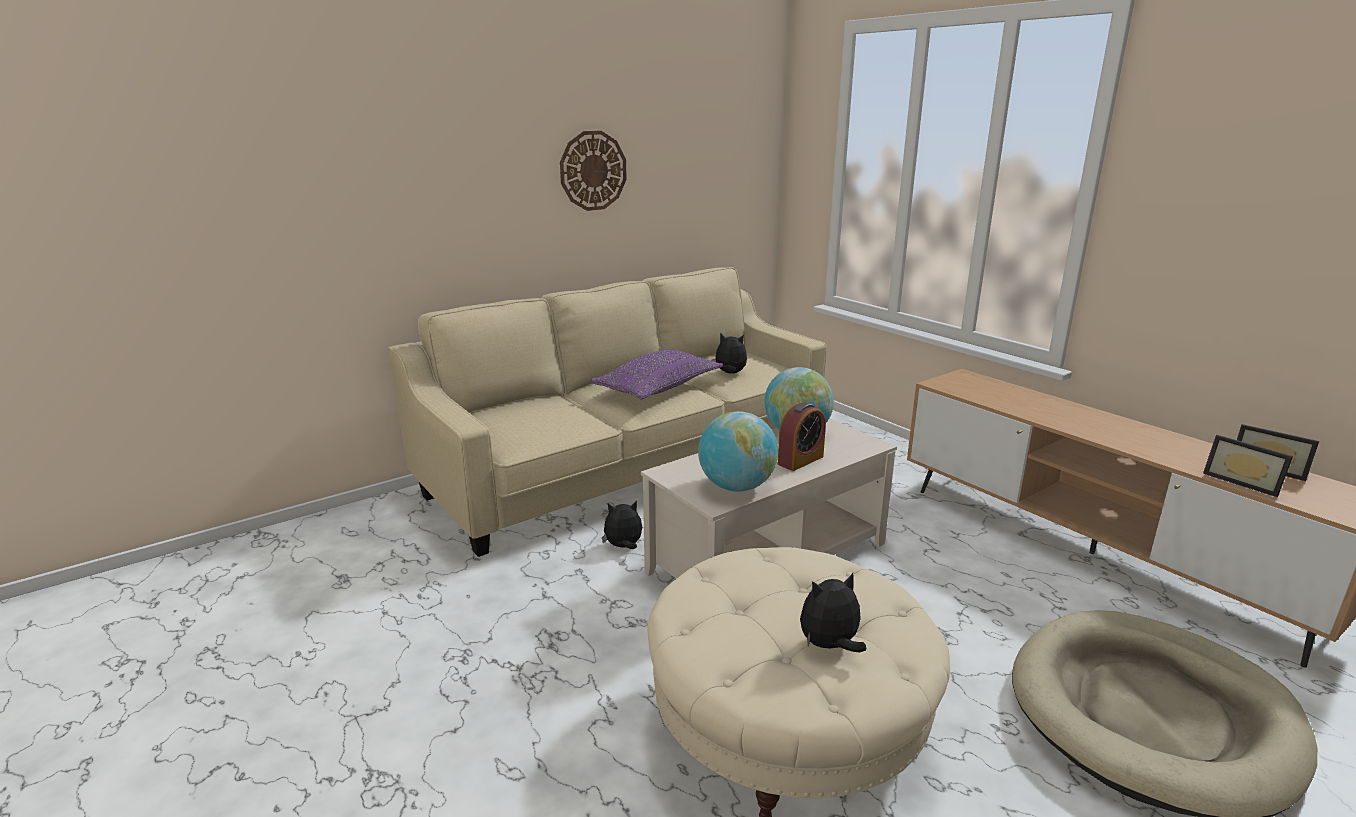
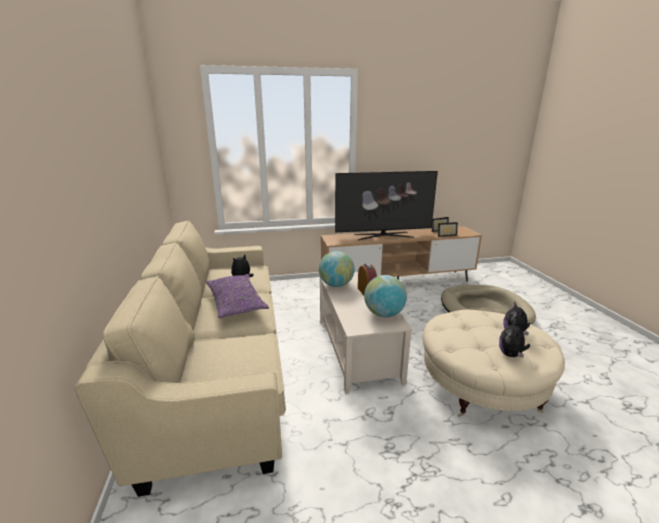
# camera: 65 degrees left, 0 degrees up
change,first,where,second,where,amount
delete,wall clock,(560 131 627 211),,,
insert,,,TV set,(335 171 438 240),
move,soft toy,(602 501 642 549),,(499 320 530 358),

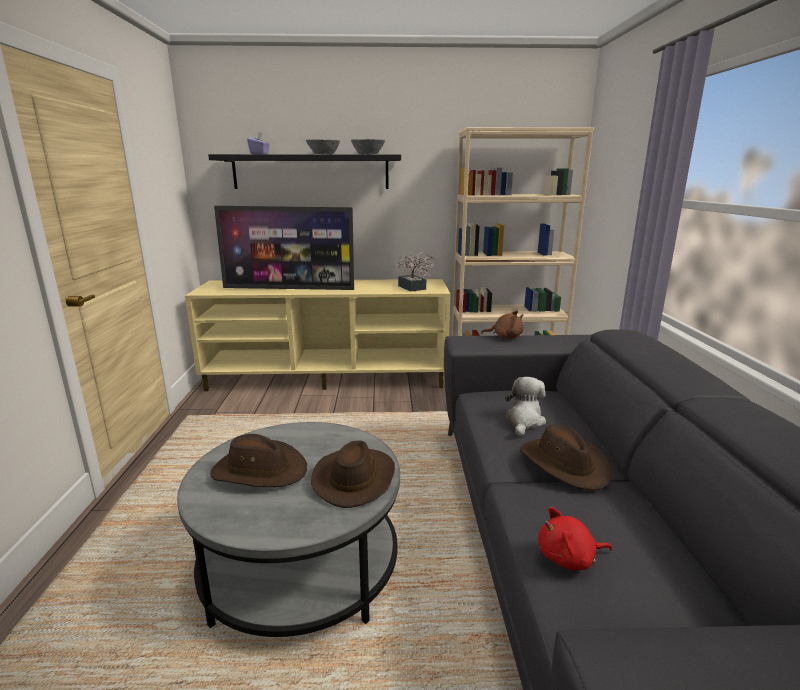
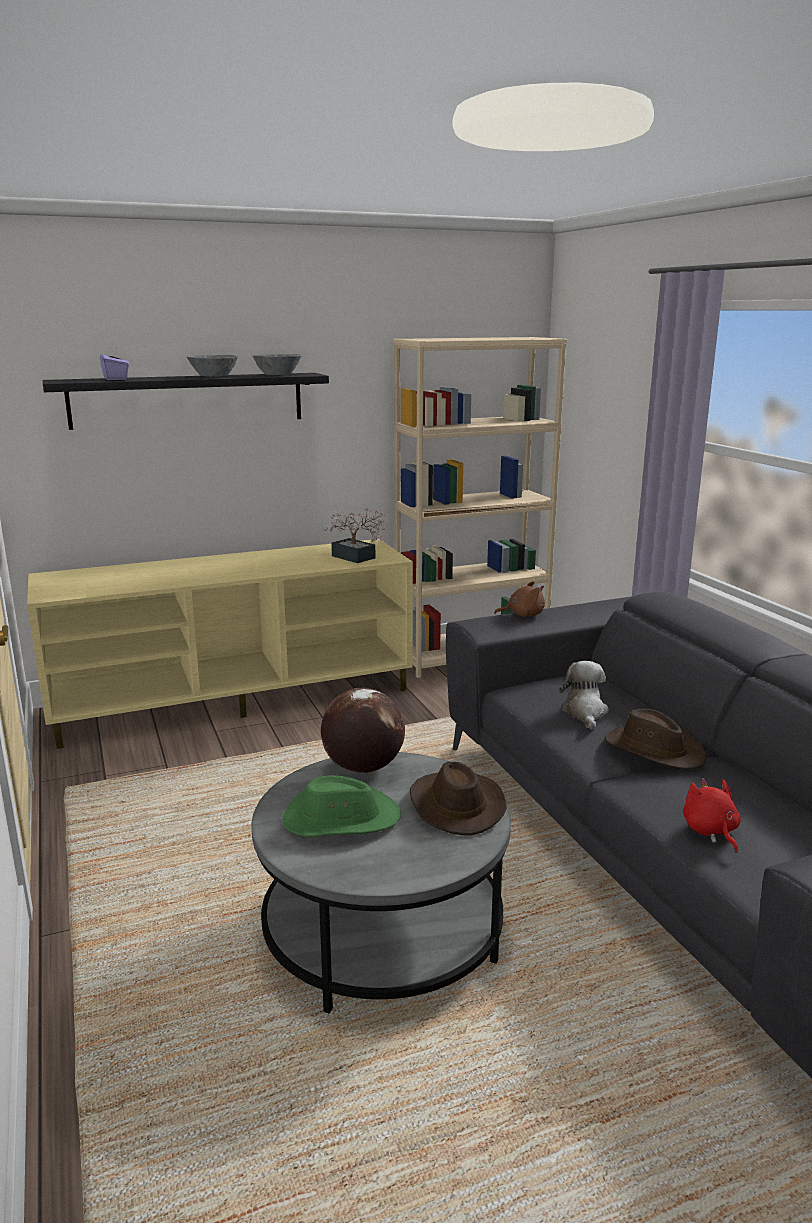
# camera: 20 degrees left, 0 degrees up
change,first,where,second,where,amount
delete,TV set,(214 206 354 290),,,
insert,,,globe,(321 688 405 773),
recolor,wearable hat (brownish),(210 434 307 487),wearable hat (green-coloured),(283 775 401 837),
rotate,soft toy (red-coloured),(538 507 613 570),,(683 778 741 853),105 degrees clockwise

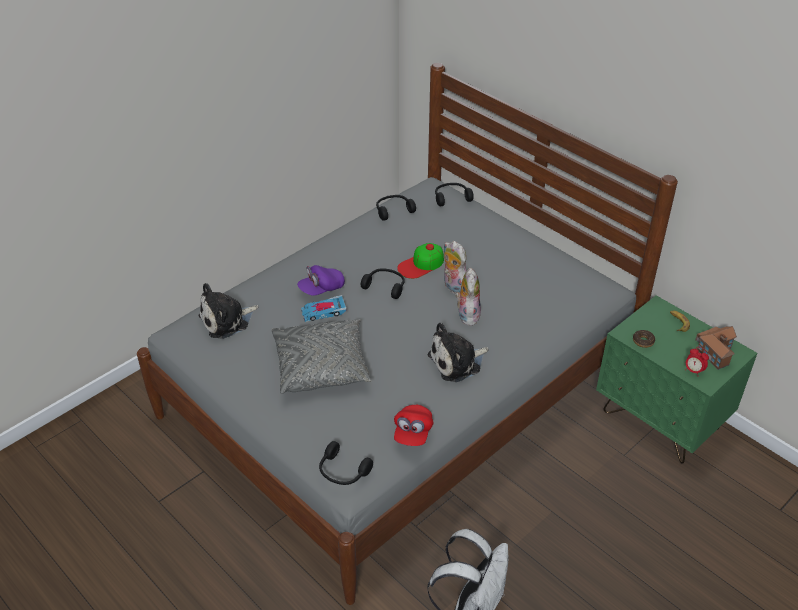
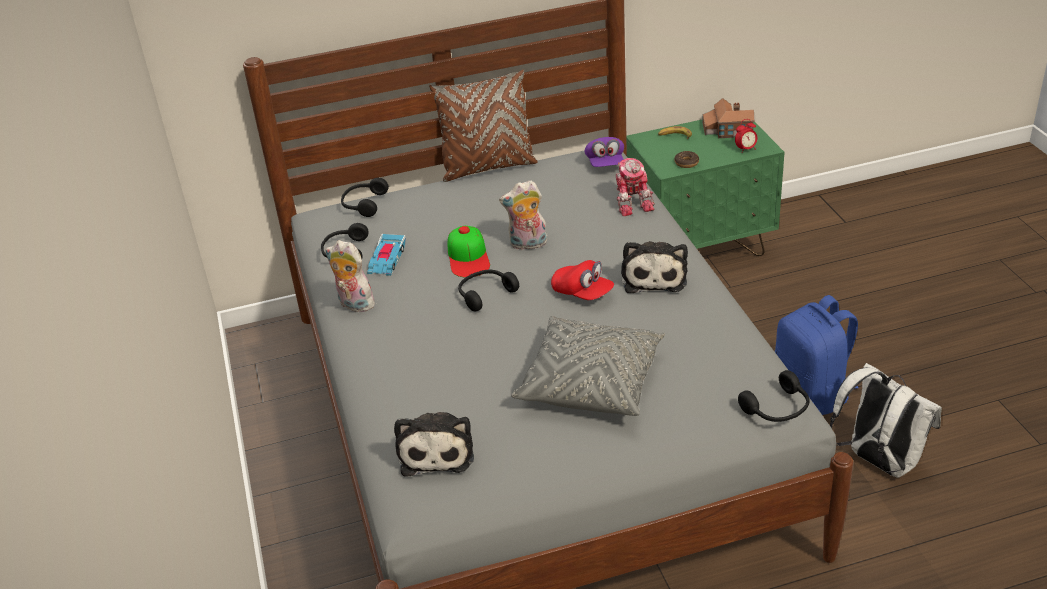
# camera: 60 degrees left, 5 degrees down
change,first,where,second,where,amount
insert,,,throw pillow (brownish),(429 70 538 182),
insert,,,robot figure,(616 158 655 217),
insert,,,knapsack (bluish),(775 295 859 415),
move,peaked cap (purplish),(297 265 345 296),,(584 137 624 167),
move,model car,(301 295 346 322),,(367 234 406 276),
move,peaked cap (red-coloured),(394 405 433 446),,(551 260 614 300),
move,soft toy,(455 268 481 326),,(325 240 375 312),

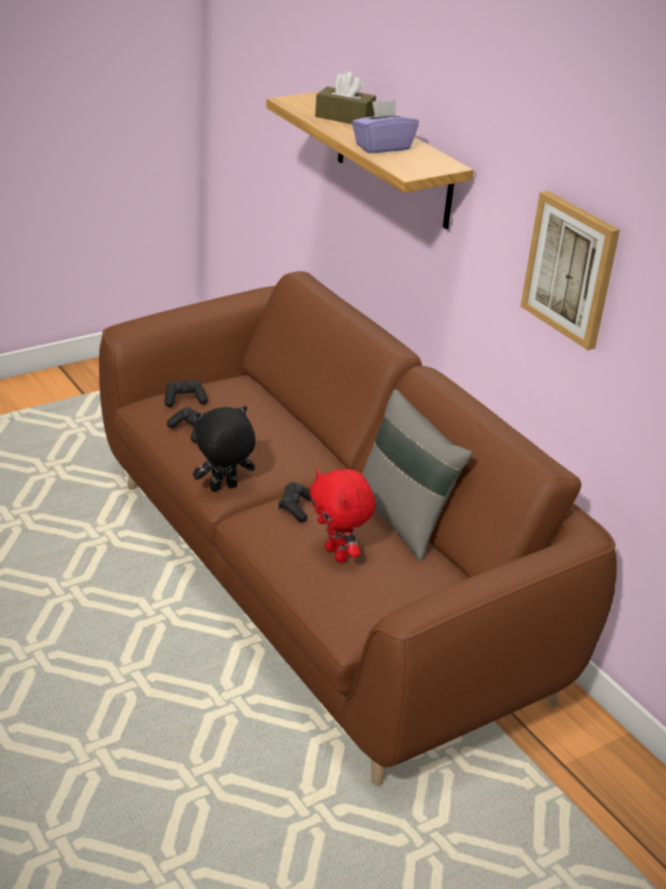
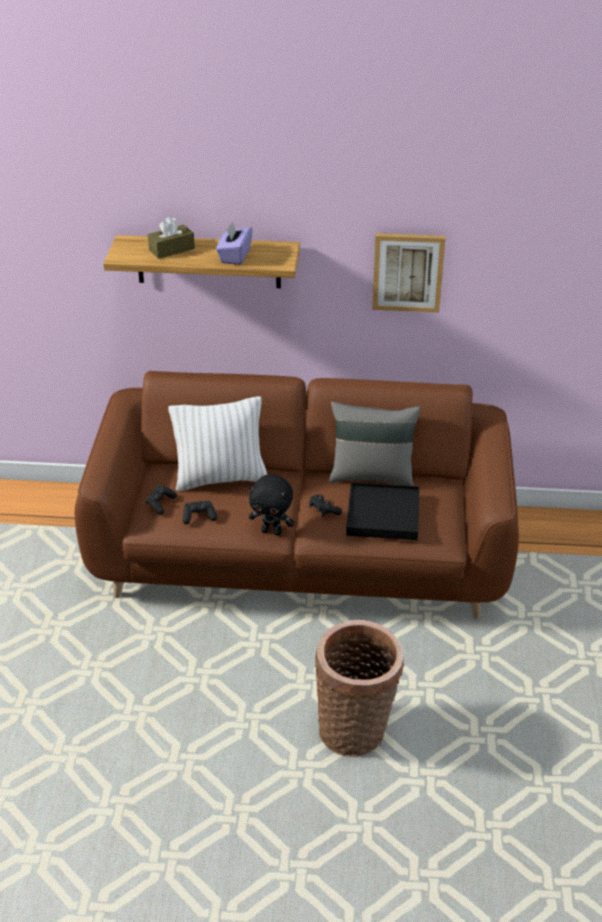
# camera: 50 degrees left, 5 degrees up
change,first,where,second,where,amount
insert,,,throw pillow (whitish),(168 396 267 491),
insert,,,household basket,(315 620 404 757),
replace,soft toy (red-coloured),(310 469 376 563),serving tray (black),(346 482 420 540),
rotate,soft toy (black),(193 406 255 491),,(249 474 294 536),90 degrees counterclockwise

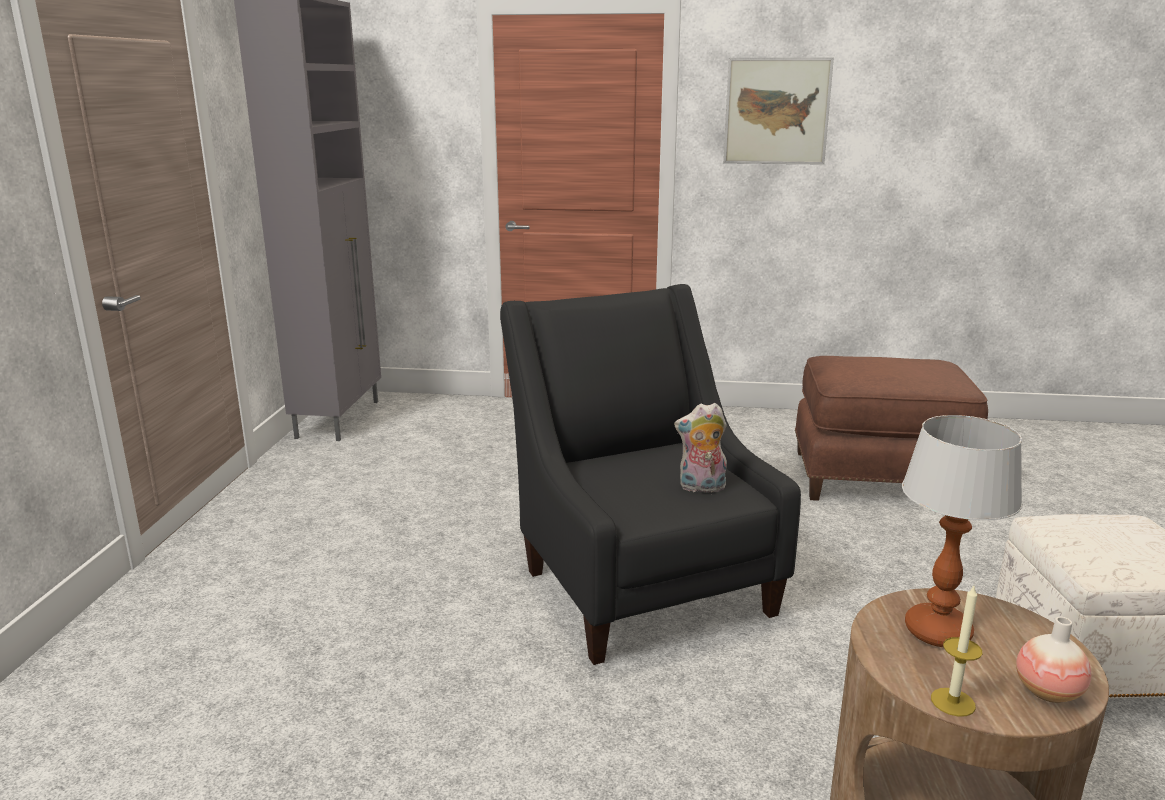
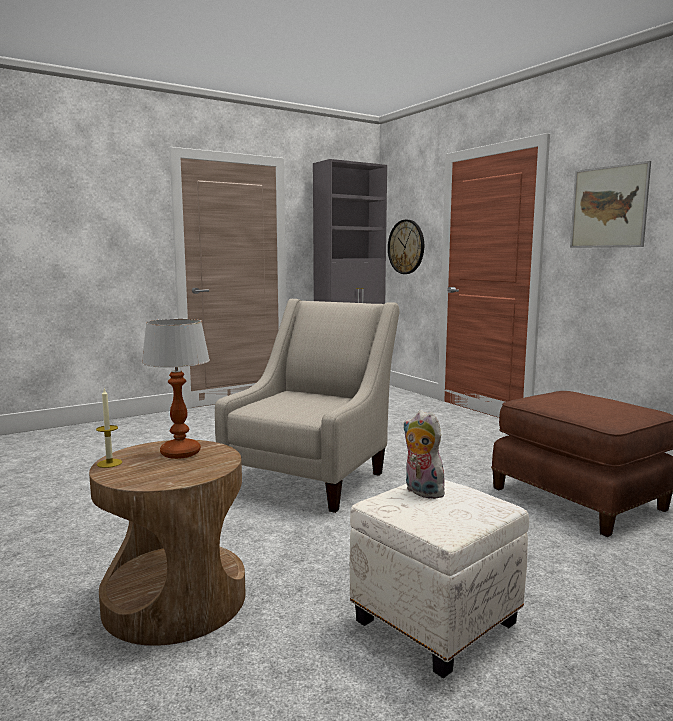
# camera: 50 degrees right, 10 degrees down
change,first,where,second,where,amount
delete,decorative vase,(1016 617 1091 703),,,
insert,,,wall clock,(388 220 424 274),
move,soft toy,(674 403 727 492),,(403 410 448 499),
recolor,lounge chair (black),(500 284 801 665),lounge chair (beige-coloured),(215 299 400 513),

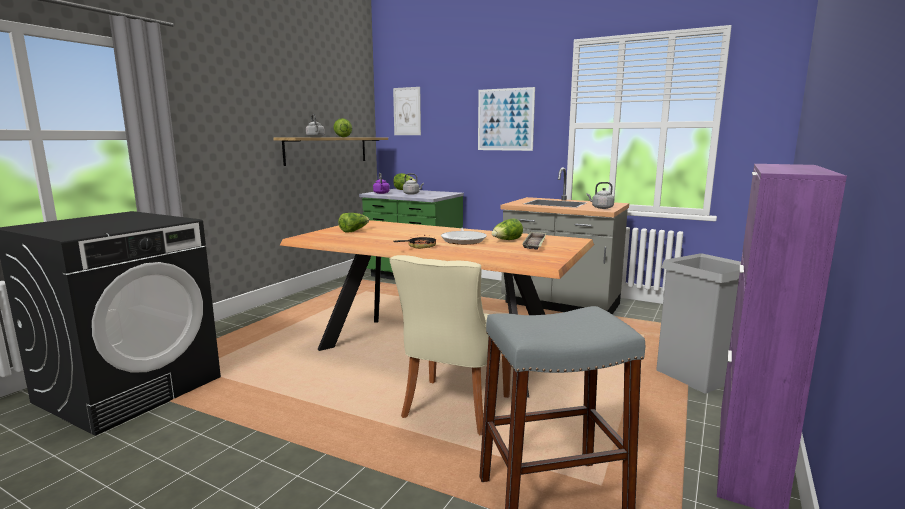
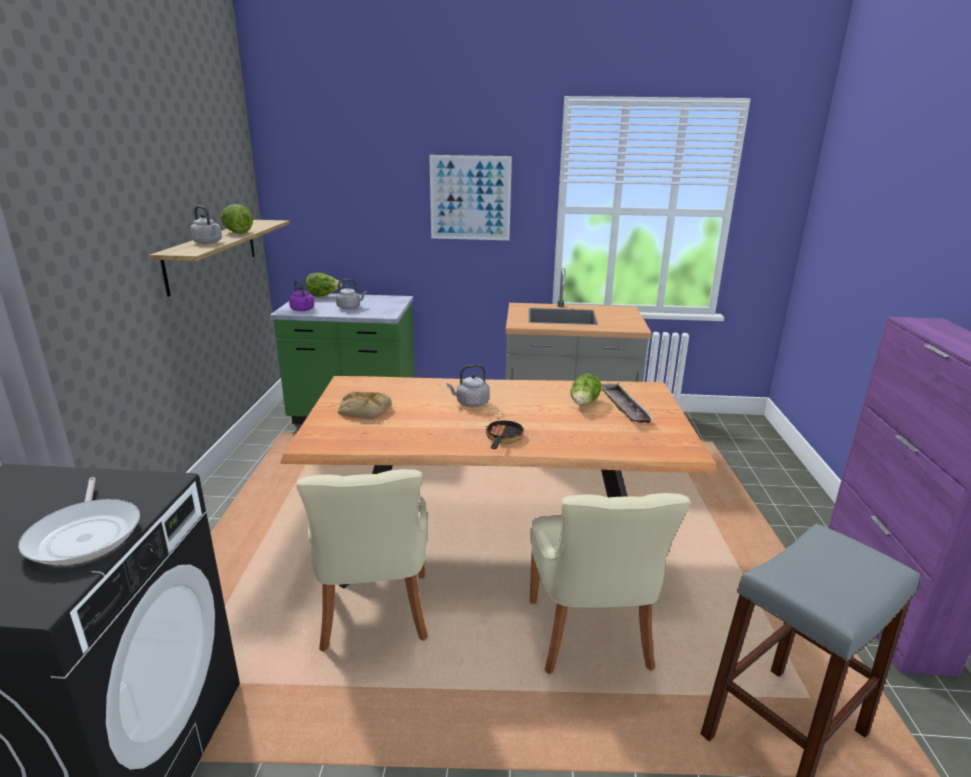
# camera: 25 degrees left, 10 degrees up
change,first,where,second,where,amount
delete,wall art,(393 87 421 135),,,
delete,waste bin (greyish),(656 253 741 393),,,
insert,,,plain chair (beige-coloured),(296 469 428 652),
move,frying pan,(441 228 487 245),,(18 477 140 566),
move,tea kettle (greyish),(587 182 614 209),,(447 365 490 407),
replace,head of lettuce,(338 213 369 233),baked bread,(338 391 391 420),

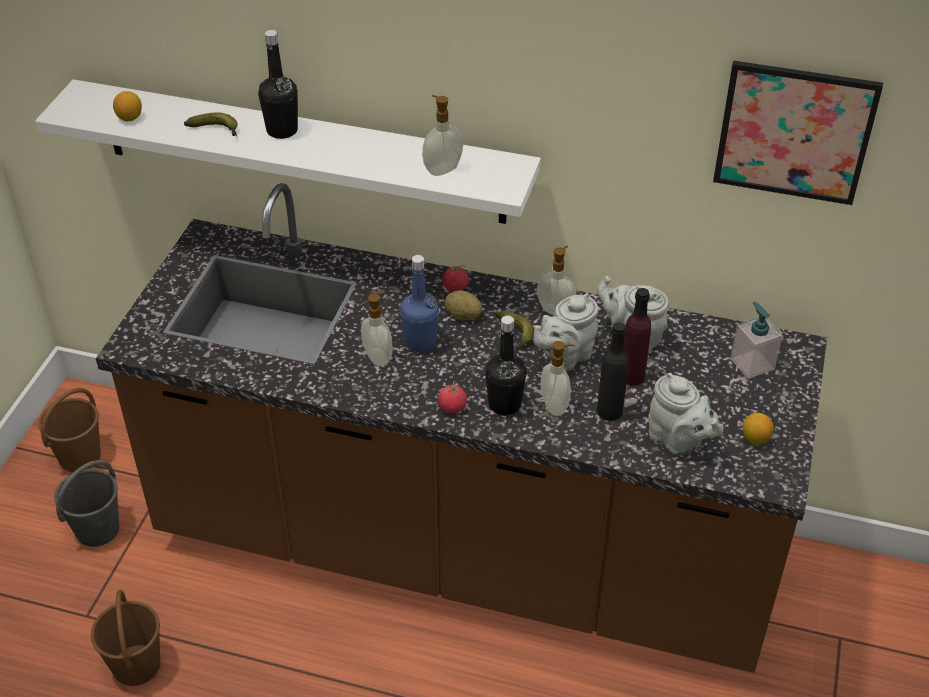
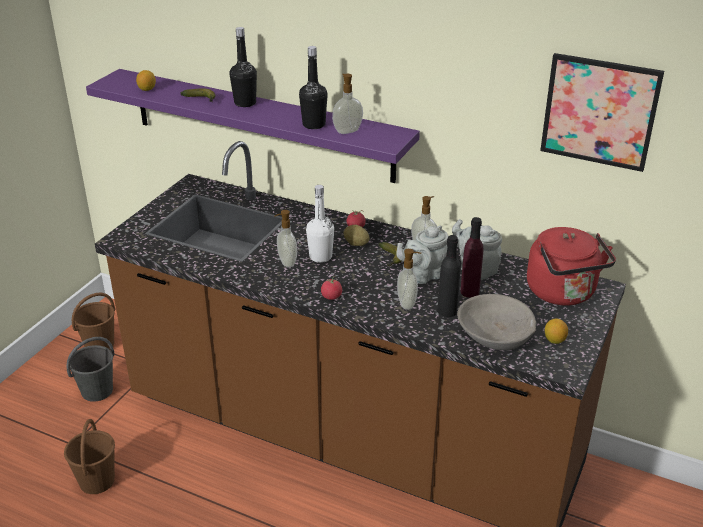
# camera: 10 degrees right, 10 degrees down
change,first,where,second,where,amount
move,bottle (black),(485 316 526 415),,(299 46 328 129),
replace,pot for tea (greyish),(648 373 724 456),deep dish (greyish),(457 294 536 351),
replace,soap dispenser,(730 302 783 379),tea kettle (red-coloured),(527 227 616 306),
recolor,wall shelf (whitish),(35 79 541 224),wall shelf (purplish),(86 69 420 183),
recolor,bottle (bluish),(400 255 439 353),bottle (whitish),(306 185 334 263),

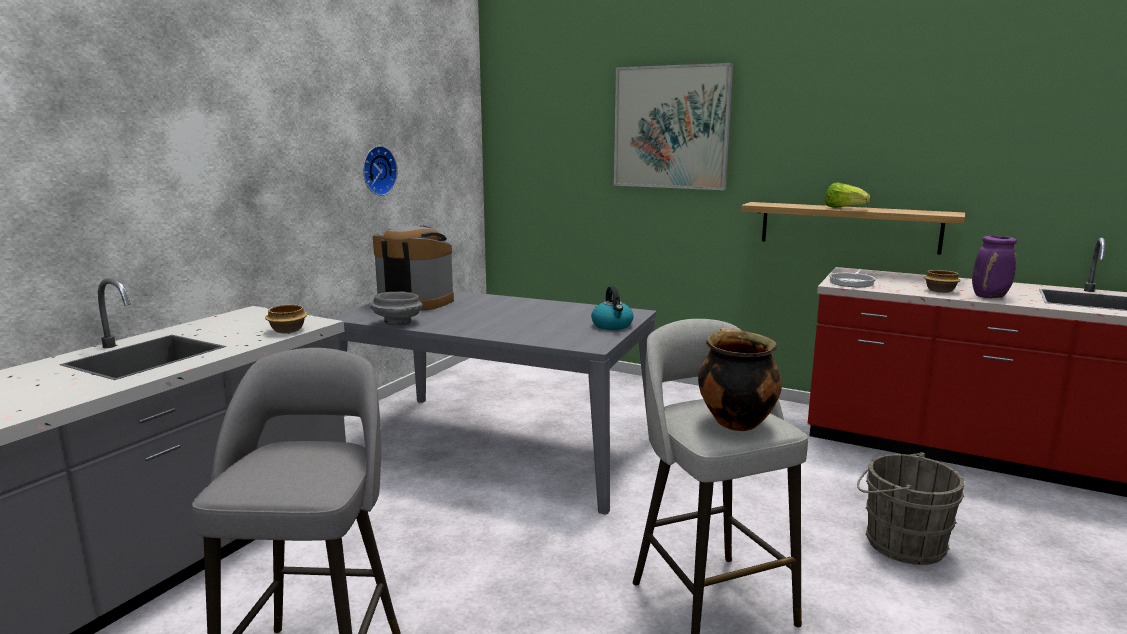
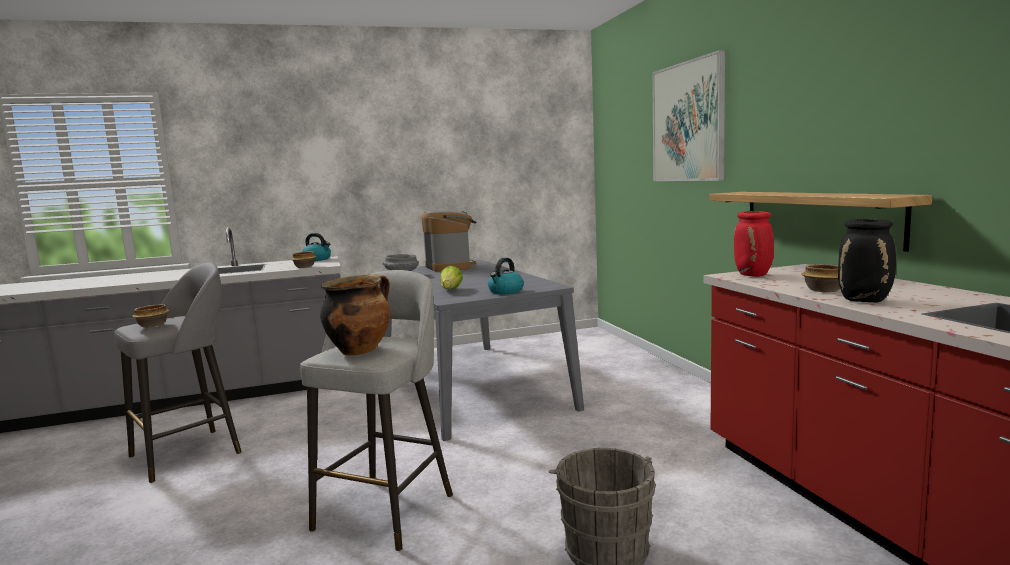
# camera: 45 degrees right, 5 degrees down
change,first,where,second,where,amount
delete,wall clock,(363 146 398 196),,,
insert,,,deep dish,(132 304 169 328),
insert,,,tea kettle,(302 233 331 261),
move,head of lettuce,(825 183 871 208),,(440 266 463 289),
replace,frying pan,(828 269 877 287),decorative vase (red-coloured),(734 211 774 277),
recolor,decorative vase (purplish),(972 236 1017 298),decorative vase (black),(838 219 896 302),

